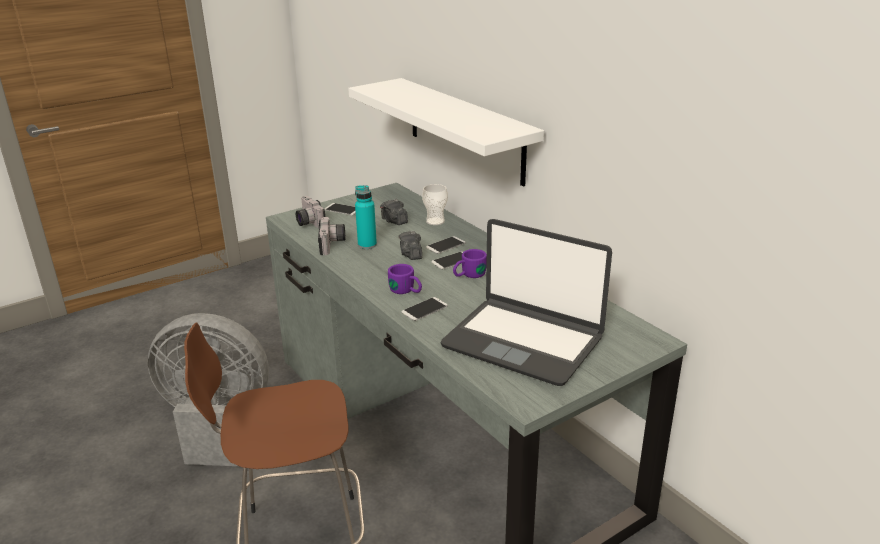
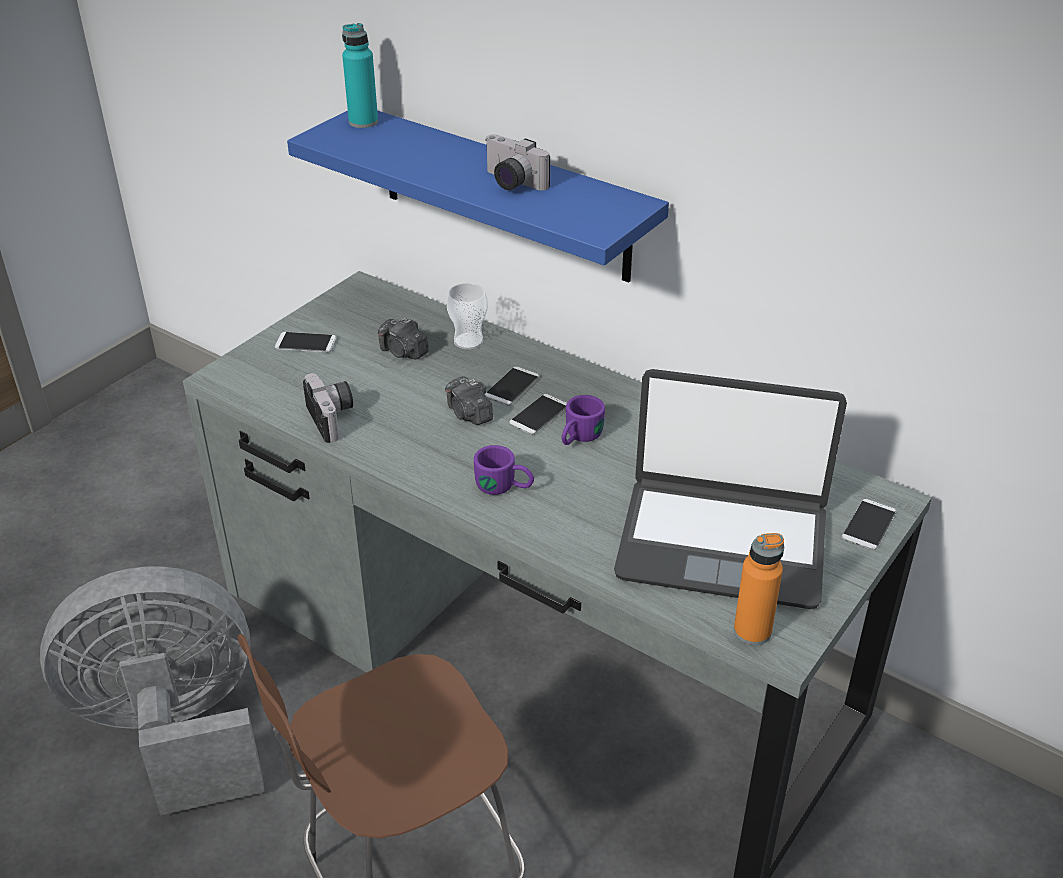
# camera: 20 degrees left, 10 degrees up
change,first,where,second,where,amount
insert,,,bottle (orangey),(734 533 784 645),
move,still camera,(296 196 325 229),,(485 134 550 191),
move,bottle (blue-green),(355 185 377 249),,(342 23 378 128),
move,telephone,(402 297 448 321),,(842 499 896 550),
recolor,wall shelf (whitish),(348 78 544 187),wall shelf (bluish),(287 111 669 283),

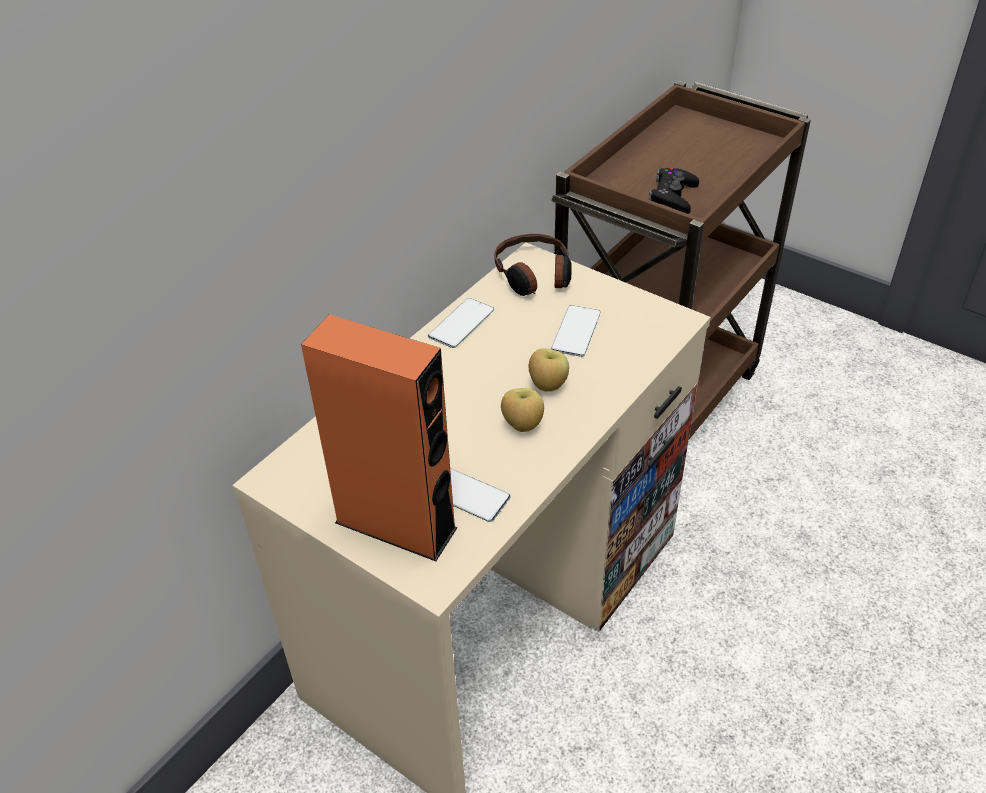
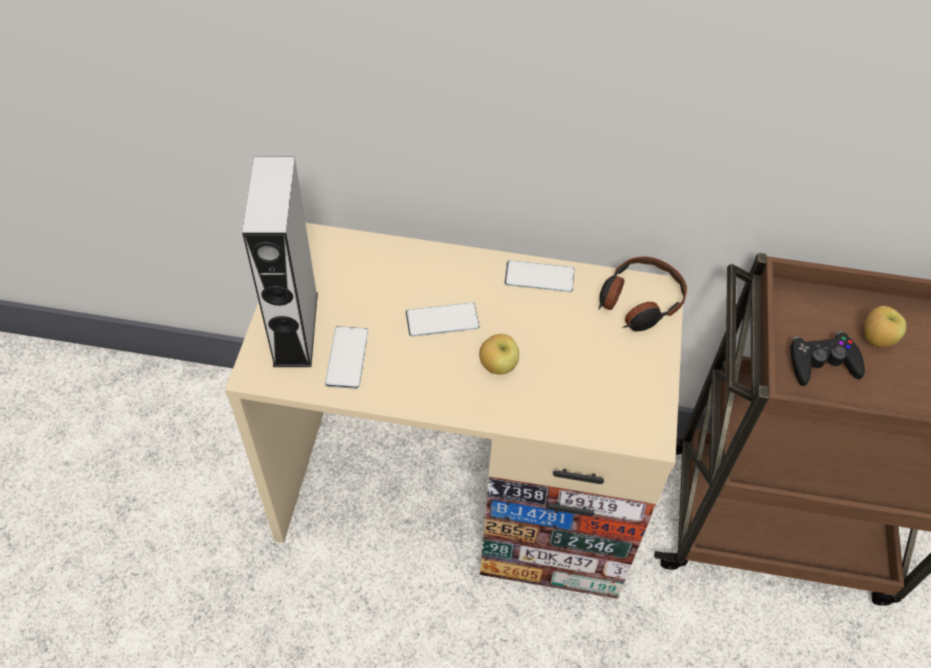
# camera: 60 degrees right, 10 degrees up
change,first,where,second,where,amount
move,apple,(501 388 544 432),,(864 306 906 347),
move,telephone,(551 305 601 357),,(405 302 480 336),
recolor,speaker (orangey),(301 314 458 561),speaker (greyish),(242 157 318 367),

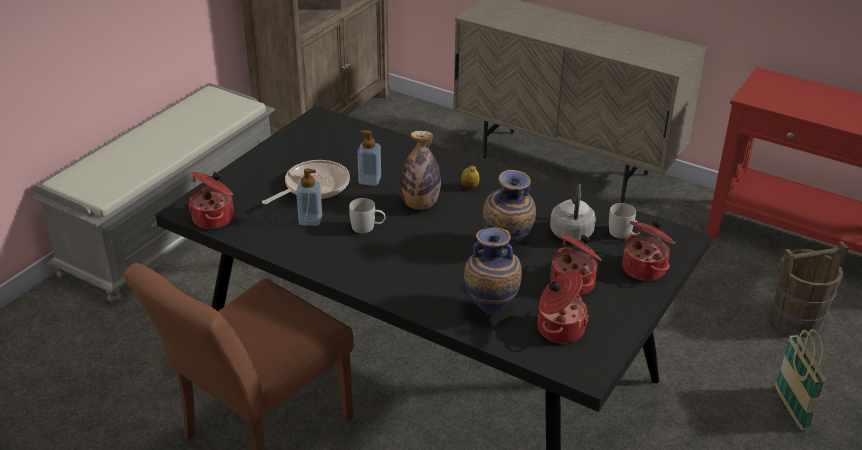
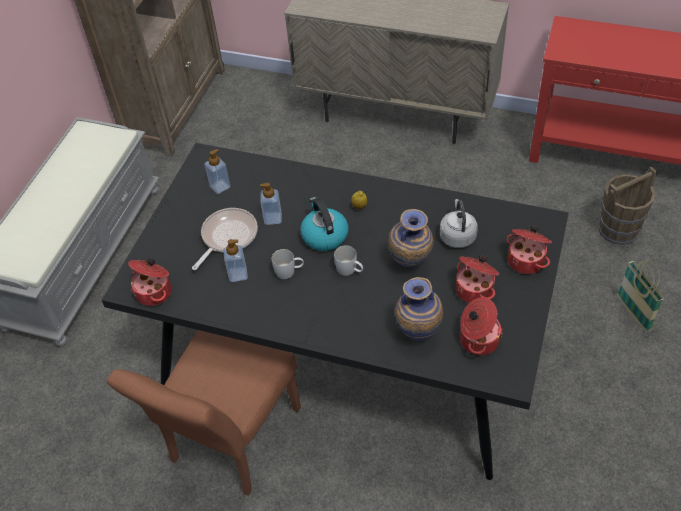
# camera: 10 degrees left, 15 degrees up
change,first,where,second,where,amount
insert,,,soap dispenser,(204 149 231 194),
move,coffee mug (whitish),(609 203 640 238),,(334 245 363 276),
replace,bottle,(400 131 441 209),tea kettle,(301 197 348 251),

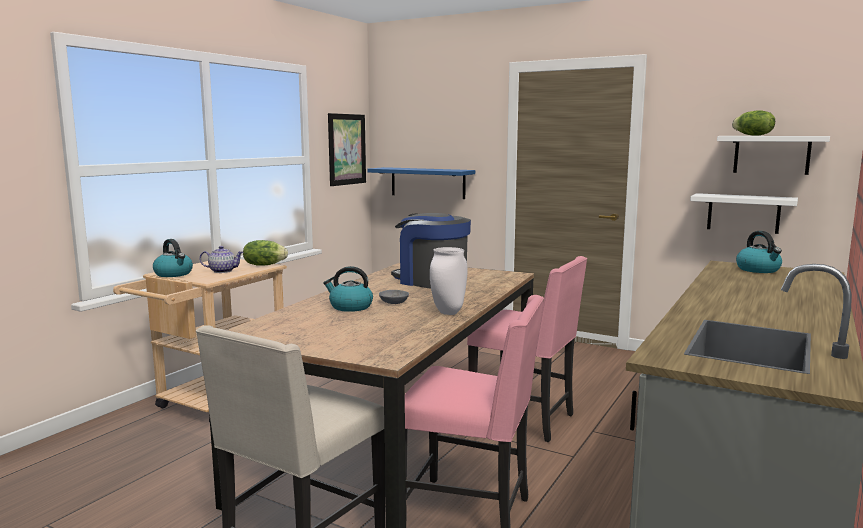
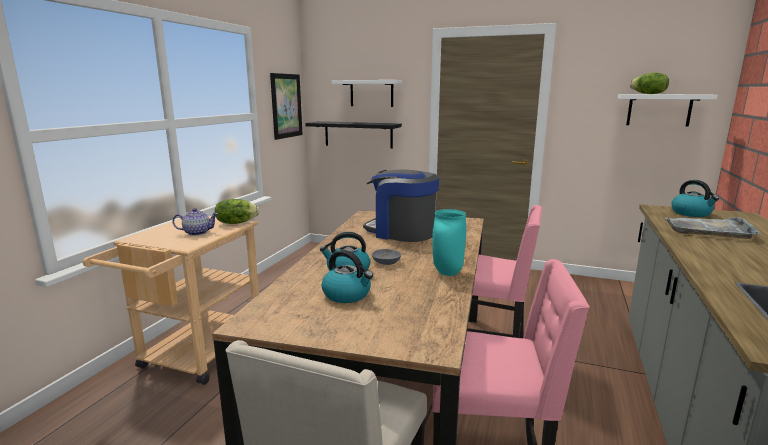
# camera: 10 degrees left, 5 degrees up
change,first,where,second,where,amount
insert,,,serving tray (greyish),(665 217 760 239),
move,tea kettle,(153 239 193 277),,(322 250 373 303),
move,wall shelf (whitish),(690 193 798 234),,(332 80 403 107),
recolor,wall shelf (bluish),(367 167 475 199),wall shelf (black),(305 121 402 149),
recolor,decorative vase (whitish),(430 247 467 315),decorative vase (blue-green),(432 209 466 276),

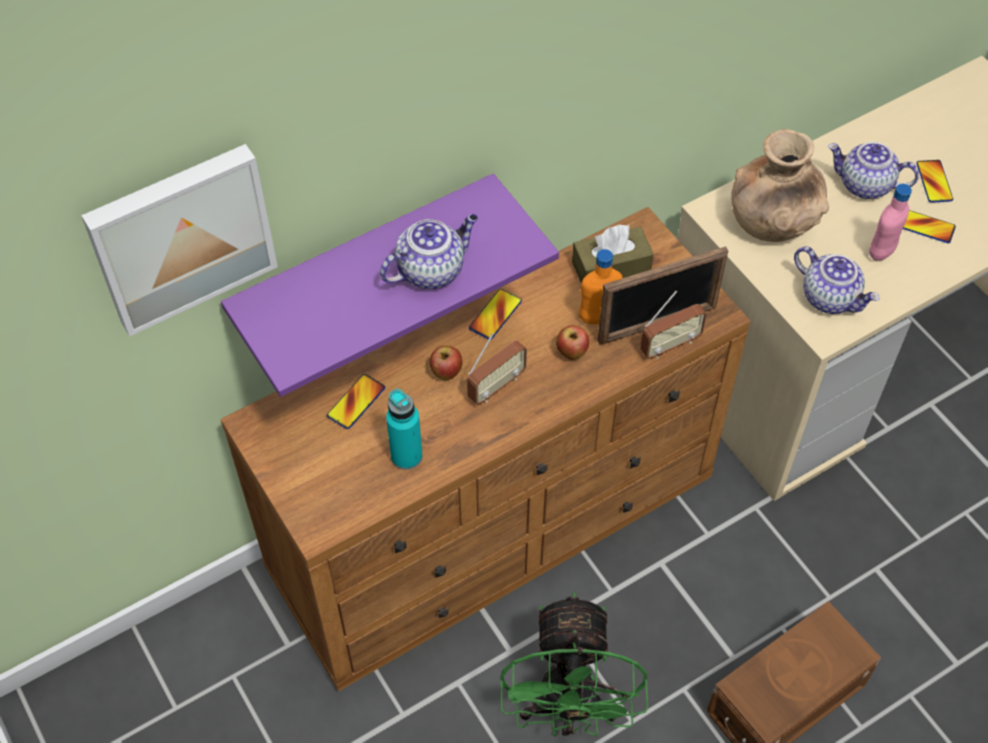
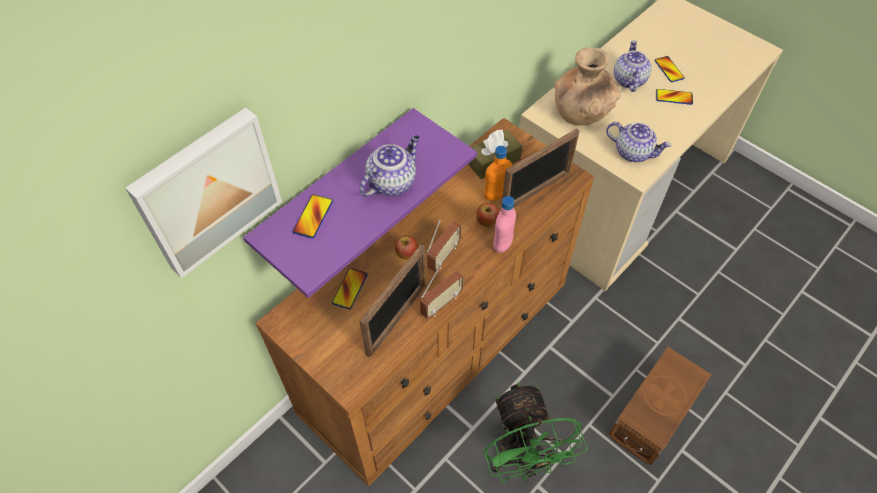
# camera: 15 degrees left, 0 degrees up
change,first,where,second,where,amount
move,telephone,(469 289 522 339),,(293 194 333 239),
move,radio receiver,(640 291 707 359),,(420 268 464 319),
move,bottle (pink),(869 184 912 261),,(493 196 516 253),
replace,bottle (blue-green),(386 389 422 470),standing frame,(359 245 426 357),
rotate,pot for tea,(828 142 919 199),,(614 40 652 92),90 degrees clockwise

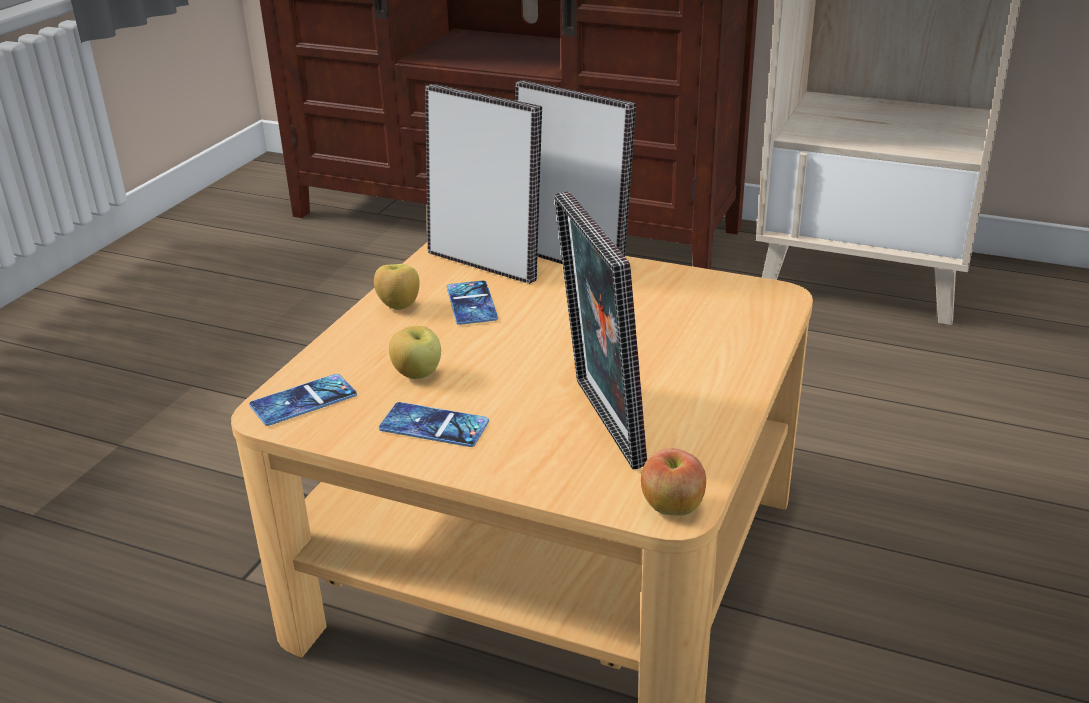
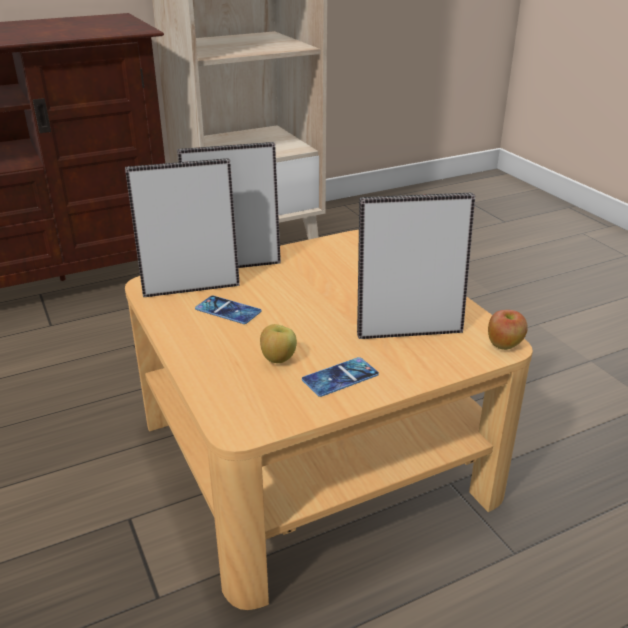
# camera: 50 degrees left, 0 degrees up
change,first,where,second,where,amount
delete,telephone,(249 374 357 426),,,
delete,apple,(374 264 420 310),,,
rotate,standing frame,(554 191 647 470),,(357 193 475 339),150 degrees clockwise

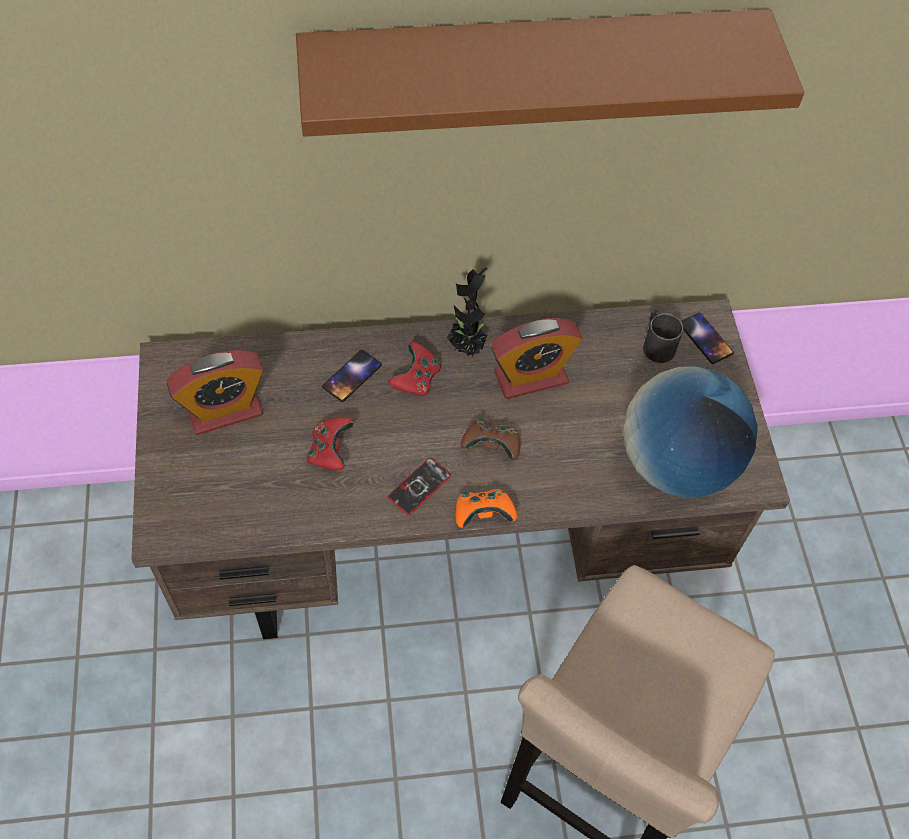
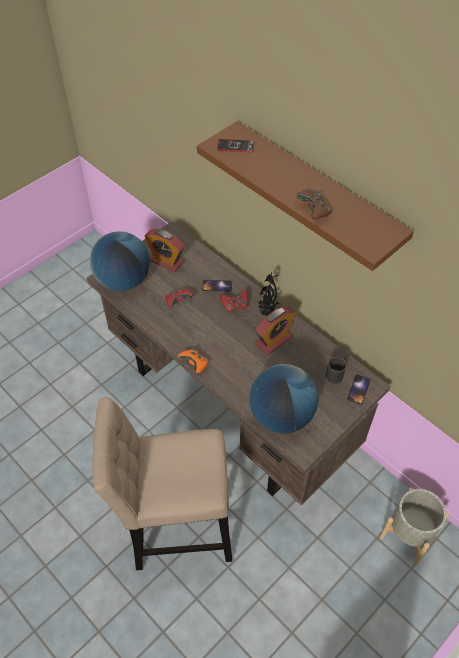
# camera: 55 degrees right, 5 degrees down
change,first,where,second,where,amount
insert,,,globe,(90 231 150 291),
insert,,,planter (greyish),(380 488 449 564),
move,telephone,(388 458 451 515),,(217 139 254 152),
move,joypad (brownish),(461 418 520 460),,(297 191 332 219),
rotate,alarm clock,(491 318 583 399),,(255 306 296 355),75 degrees counterclockwise

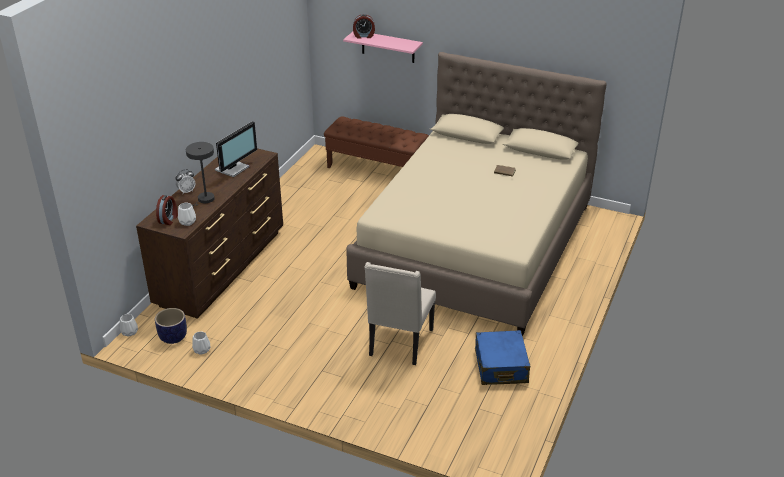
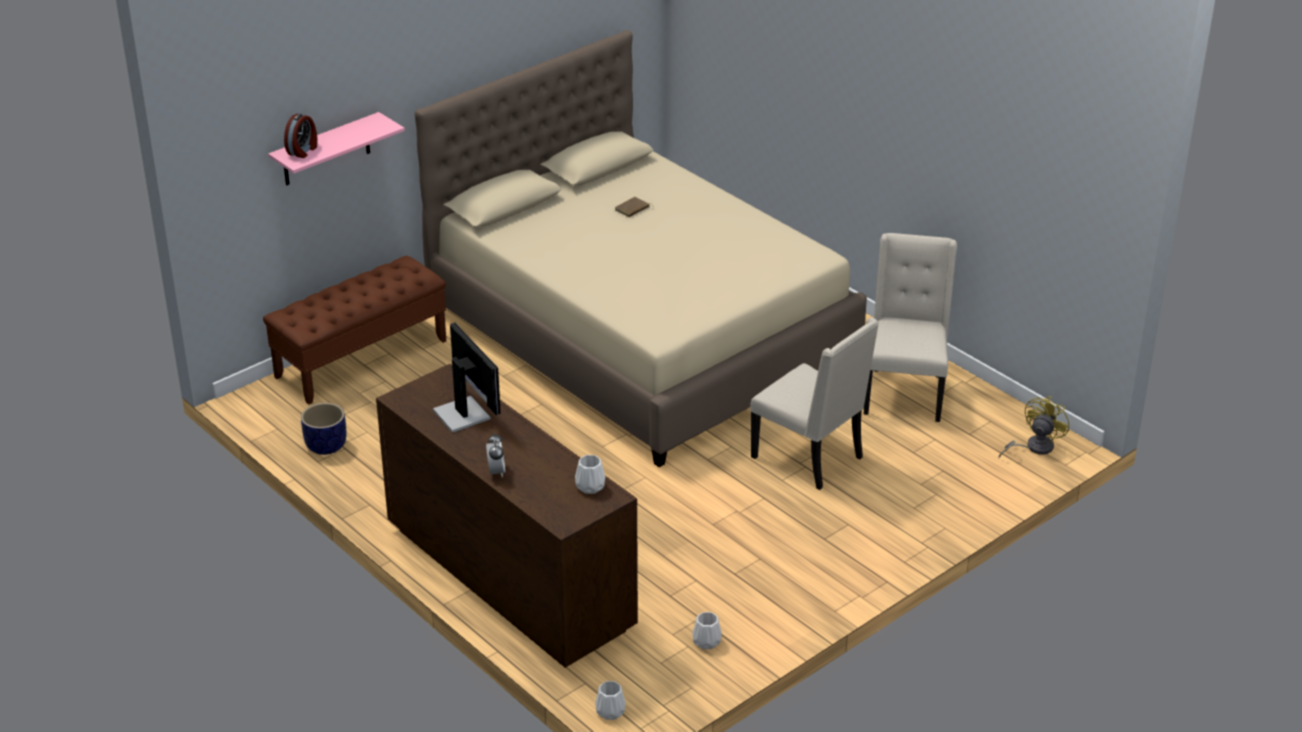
# camera: 65 degrees left, 0 degrees up
change,first,where,second,where,amount
delete,alarm clock,(156 195 178 225),,,
delete,lamp for a table (greyish),(186 142 215 206),,,
insert,,,electric fan (yellowish),(999 396 1069 458),
move,planter,(155 308 187 344),,(301 403 346 455),
replace,travel case (bluish),(475 330 530 385),plain chair (beige-coloured),(864 233 957 422),

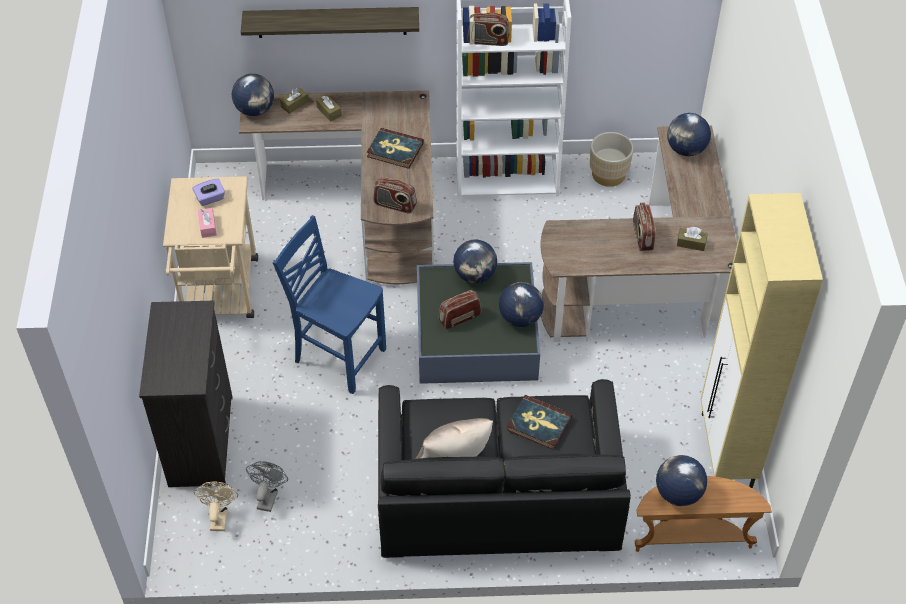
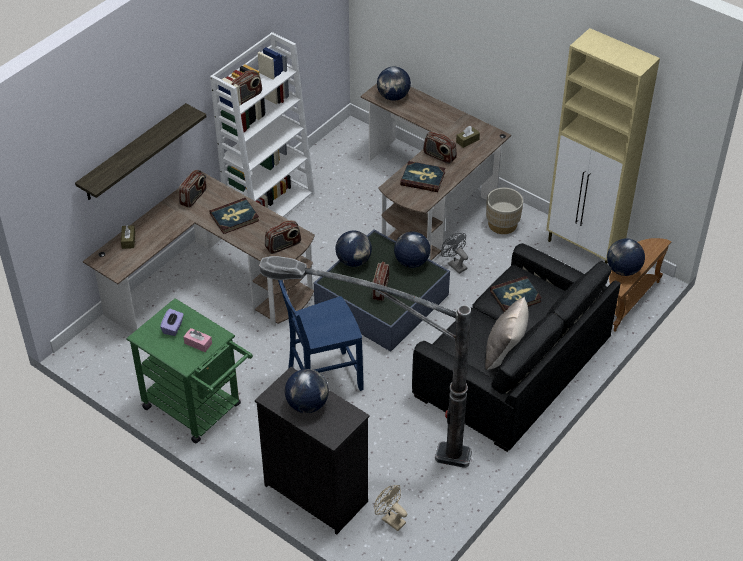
# camera: 50 degrees left, 5 degrees down
change,first,where,second,where,amount
delete,box of tissues (brownish),(316 94 342 122),,,
insert,,,radio receiver,(179 170 207 208),
insert,,,standard lamp,(259 256 472 468),
insert,,,volume,(400 161 446 192),
move,globe,(232 74 274 116),,(285 369 329 413),
move,electric fan (greyish),(246 461 288 512),,(441 233 468 274),
move,planter (beige-coloured),(590 132 633 187),,(486 188 523 234),
recolor,trolley (beige-coloured),(163 176 258 318),trolley (green-coloured),(126 298 253 444),

